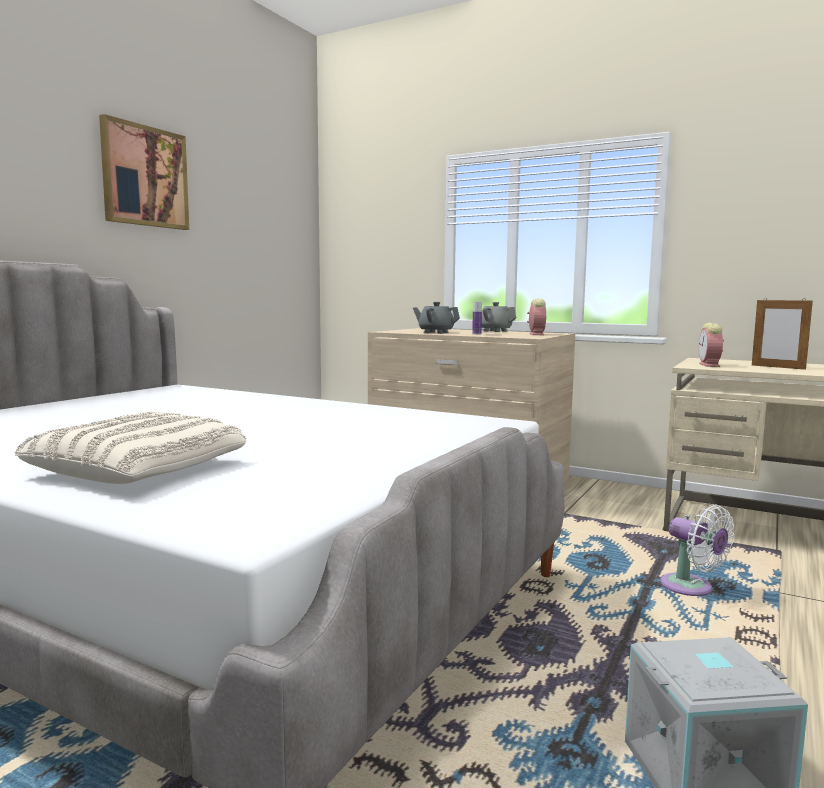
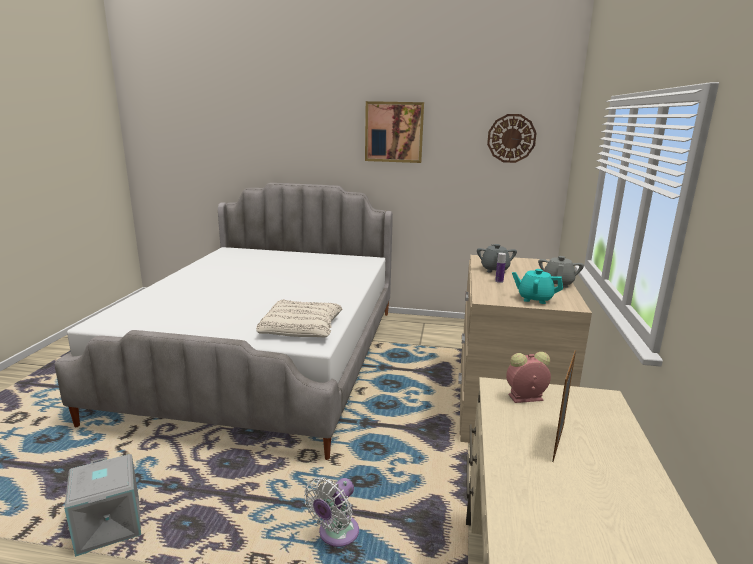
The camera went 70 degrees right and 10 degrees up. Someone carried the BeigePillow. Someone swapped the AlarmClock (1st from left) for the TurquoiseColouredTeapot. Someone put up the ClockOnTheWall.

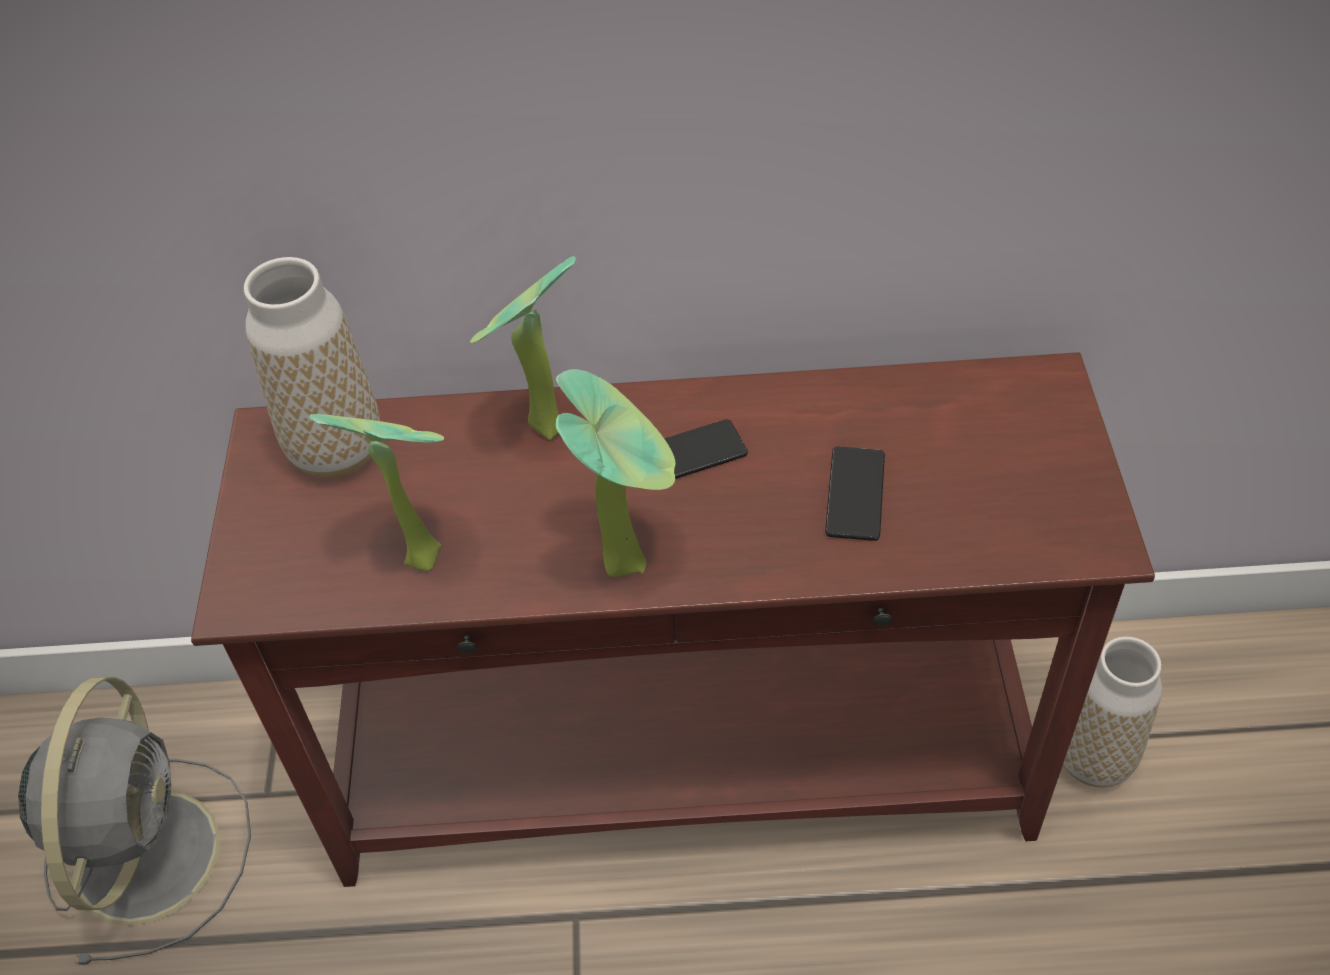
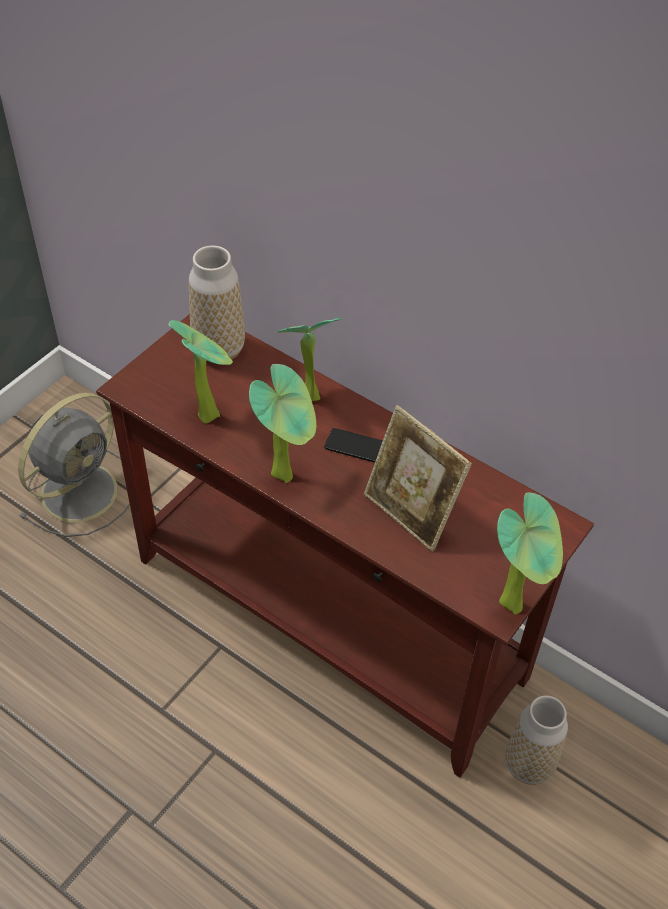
The camera went 35 degrees right and 0 degrees up. Someone swapped the Handset (2nd from left) for the PictureFrame. Someone put down the PottedPlant (4th from left).

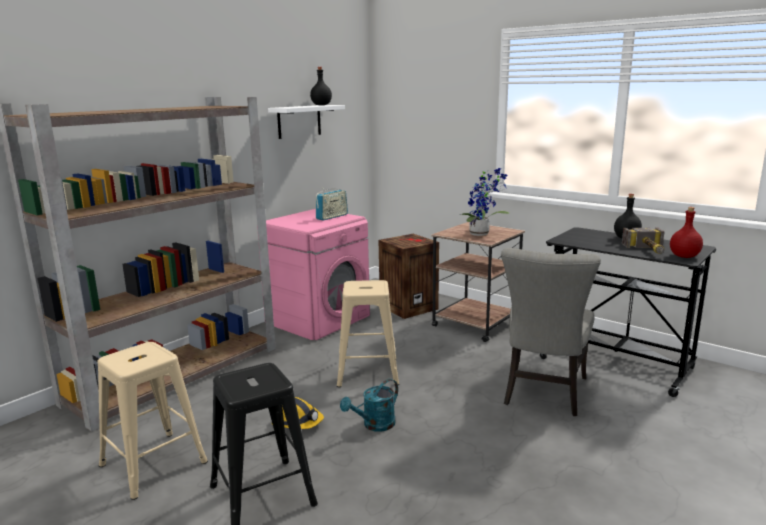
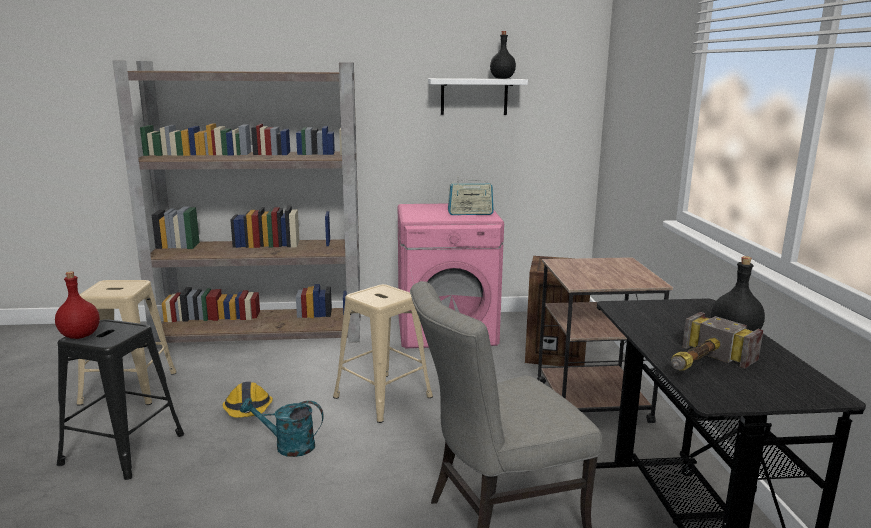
The camera went 45 degrees right and 0 degrees up. Someone took away the PottedPlant. Someone carried the ReddishDrinkBottle.

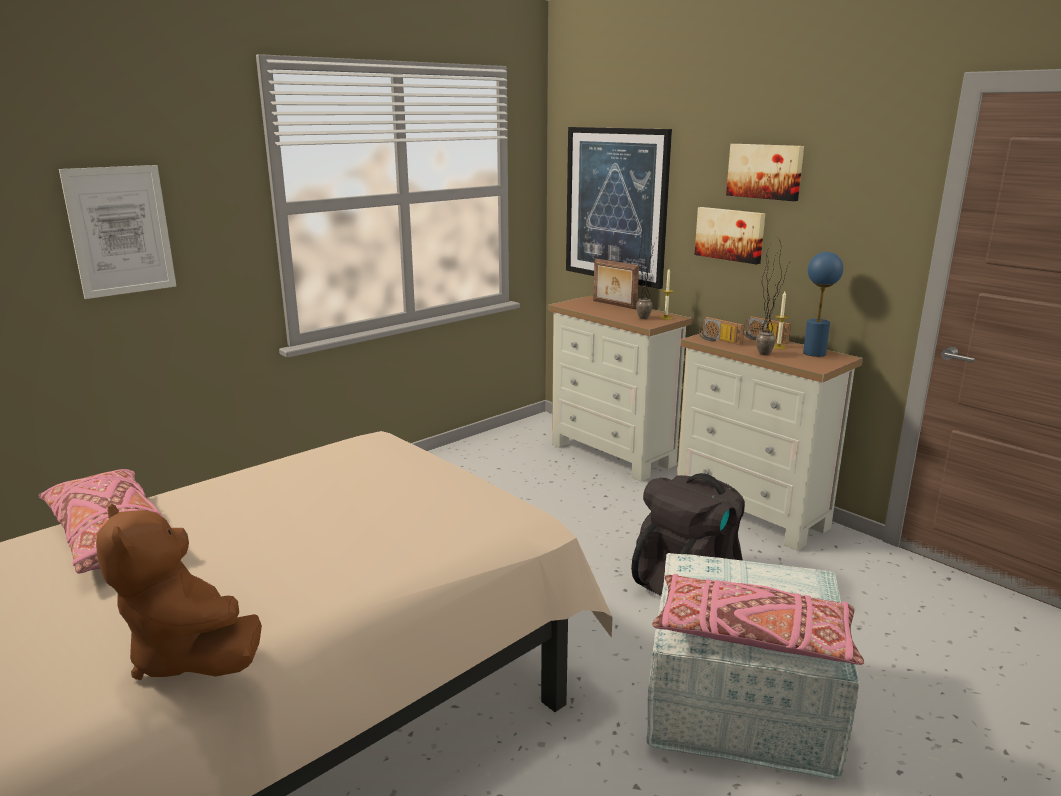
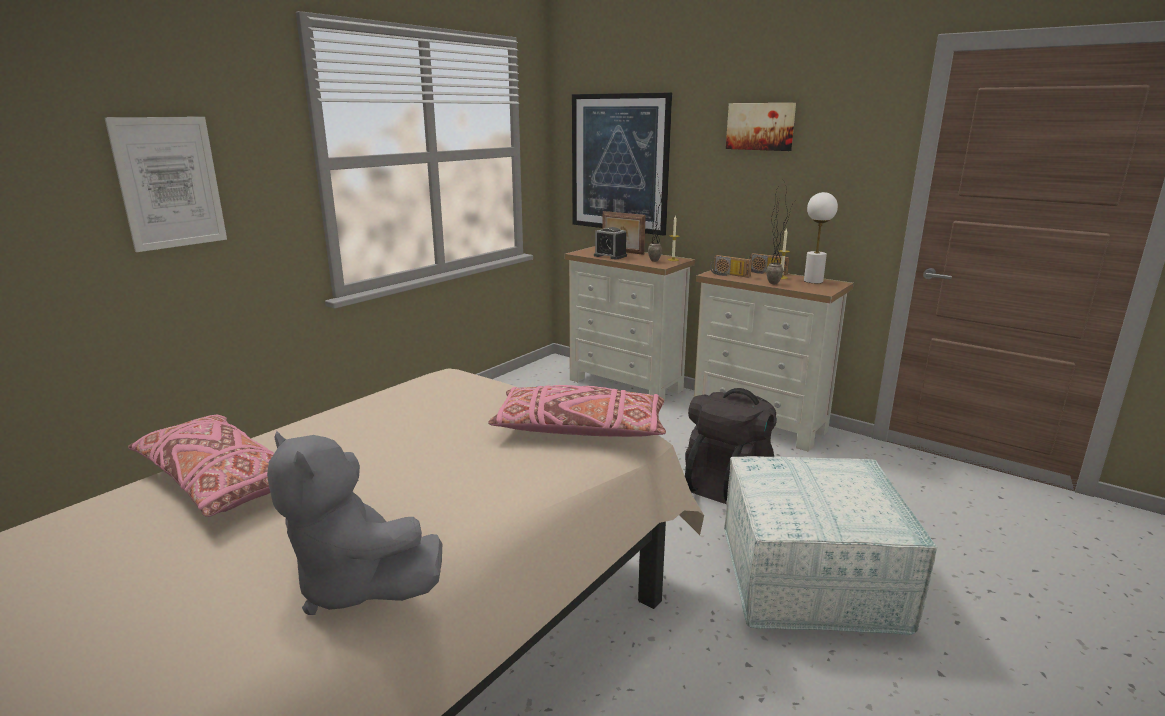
The camera went 10 degrees left and 0 degrees up. Someone repainted the BrownishSoftToy, which became the GreyishSoftToy. Someone carried the PinkPillow (2nd from left). Someone took away the WallPicture (3rd from left). Someone repainted the BluishTableLamp, which became the WhitishTableLamp. Someone put down the AlarmClock.

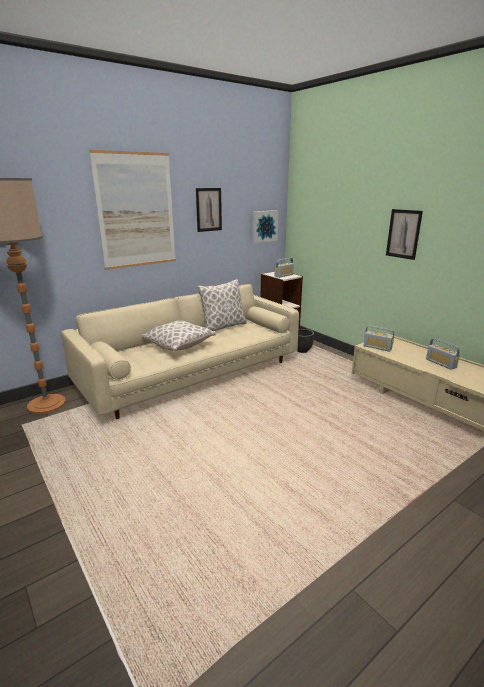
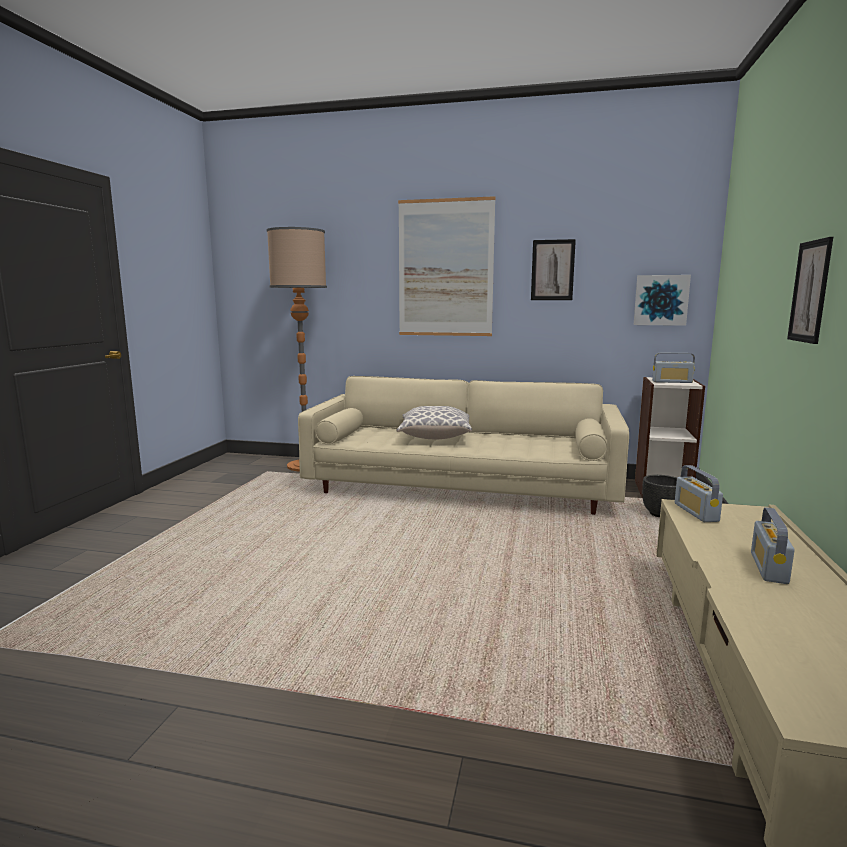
The camera went 50 degrees right and 10 degrees down. Someone took away the Pillow (2nd from left).

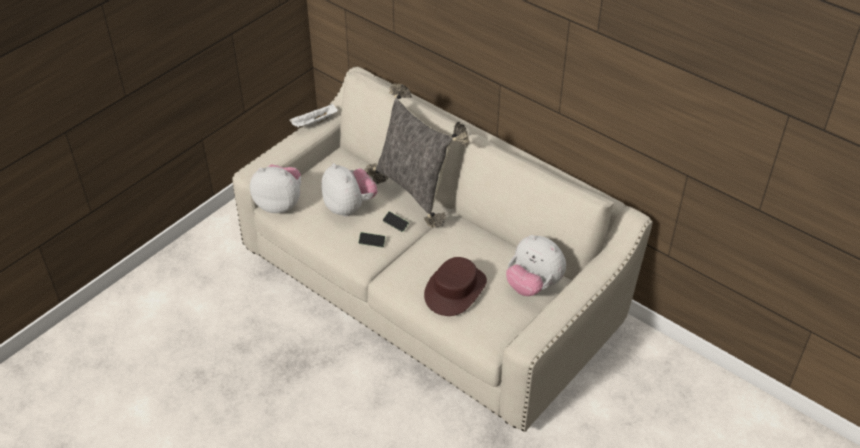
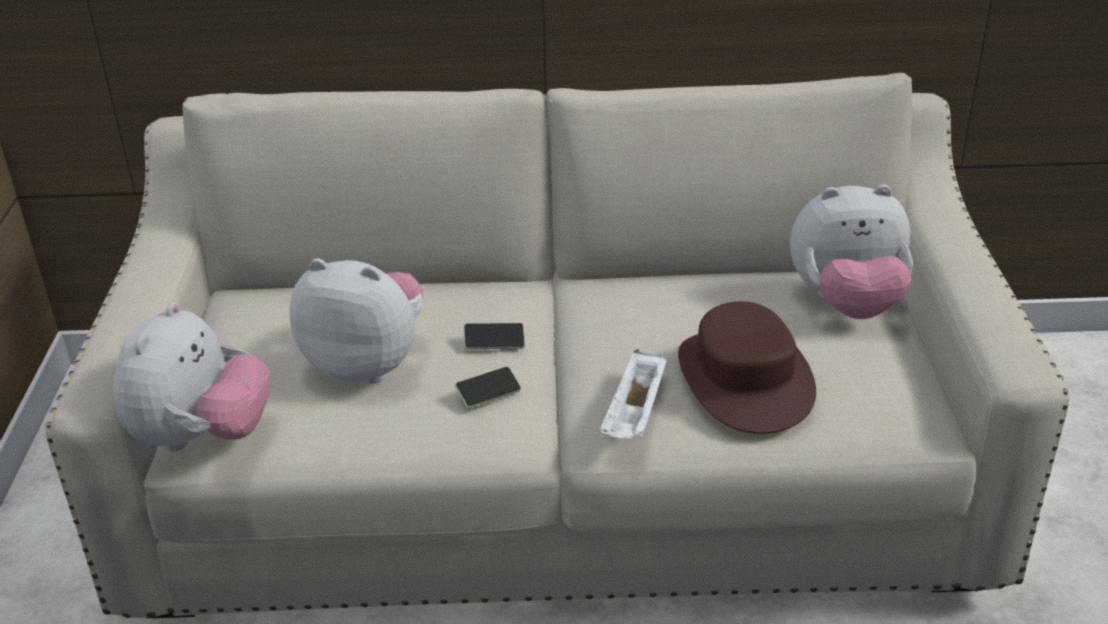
The camera went 40 degrees left and 10 degrees down. Someone rotated the SoftToy (1st from left) by 135 degrees clockwise. Someone carried the WhitishTray. Someone took away the Pillow.

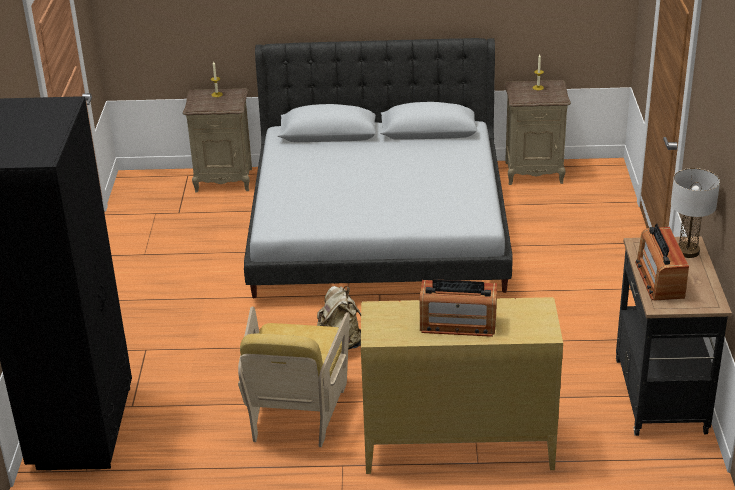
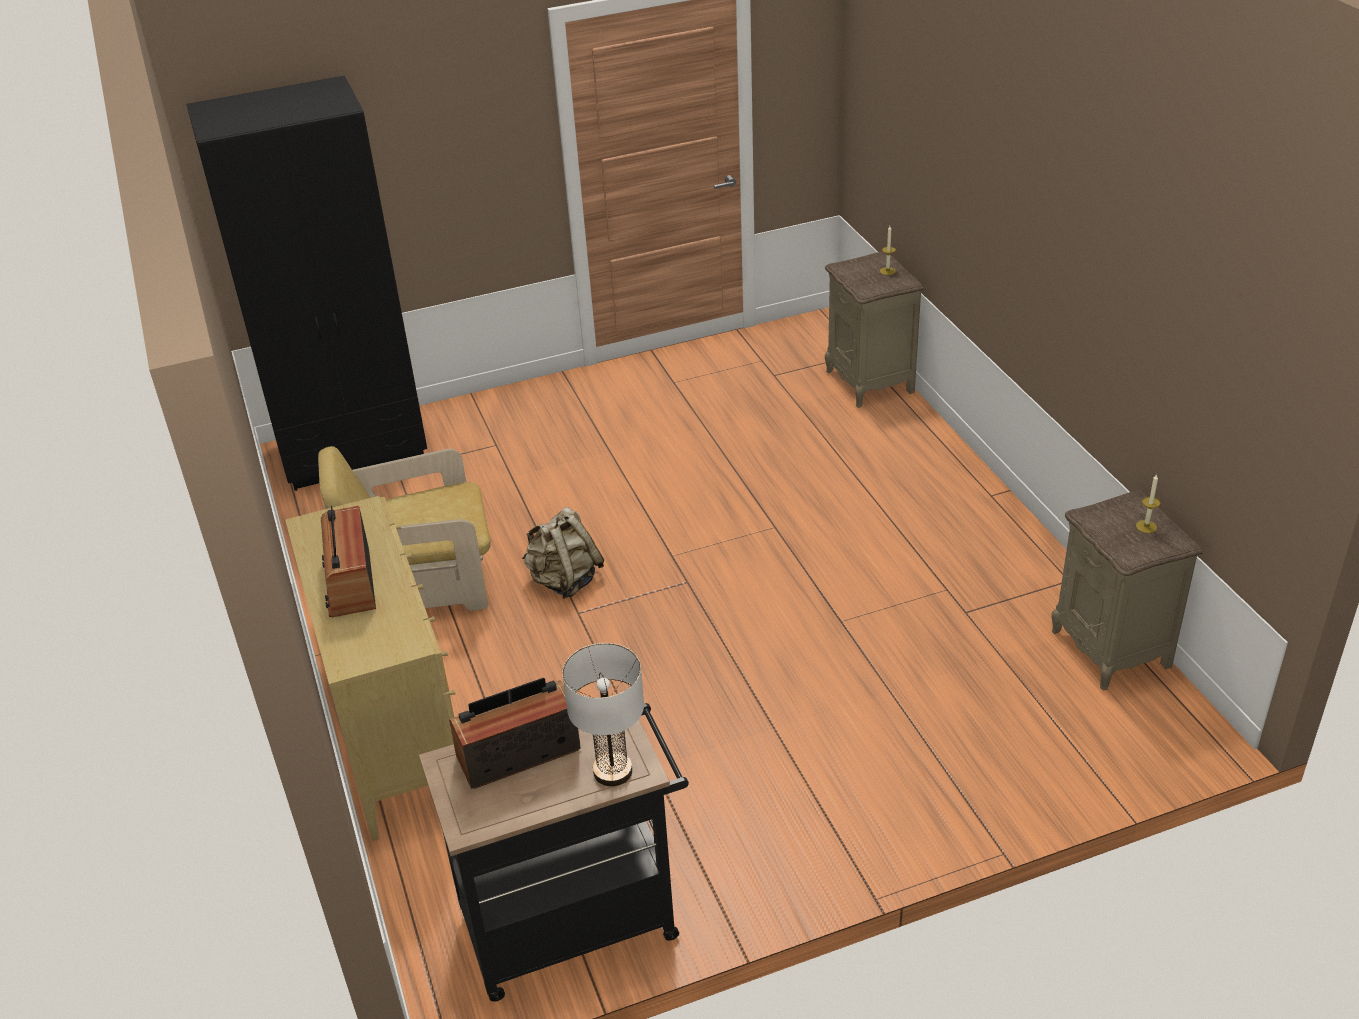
The camera went 70 degrees right and 5 degrees up. Someone took away the GreyishSleepingBed.

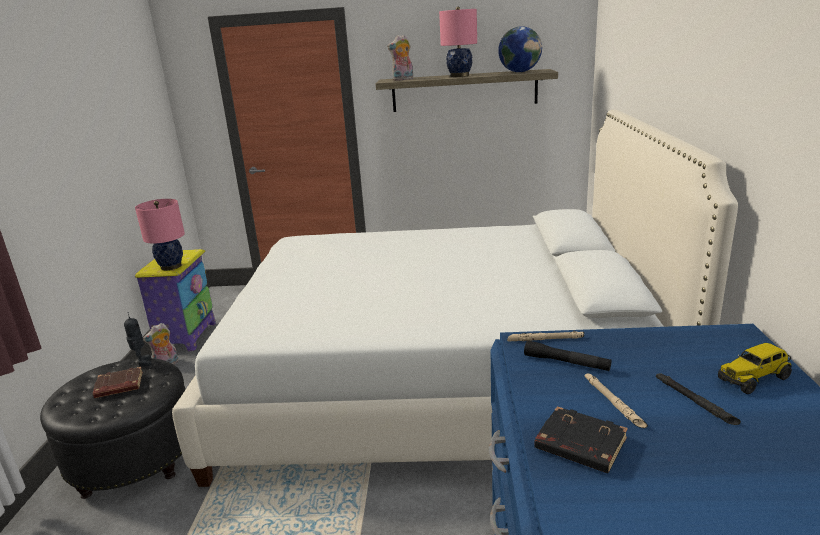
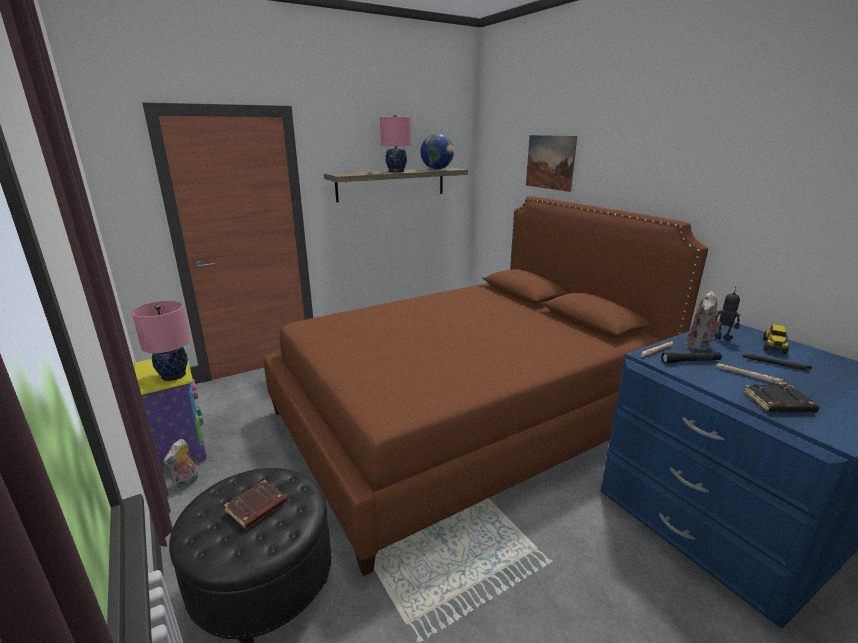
The camera went 35 degrees left and 0 degrees up. Someone carried the RobotFigure. Someone repainted the WhitishSleepingBed, which became the BrownishSleepingBed. Someone carried the SoftToy (2nd from left). Someone put up the WallPicture.

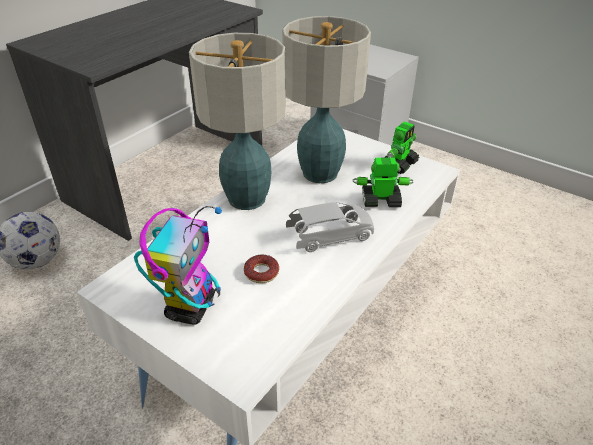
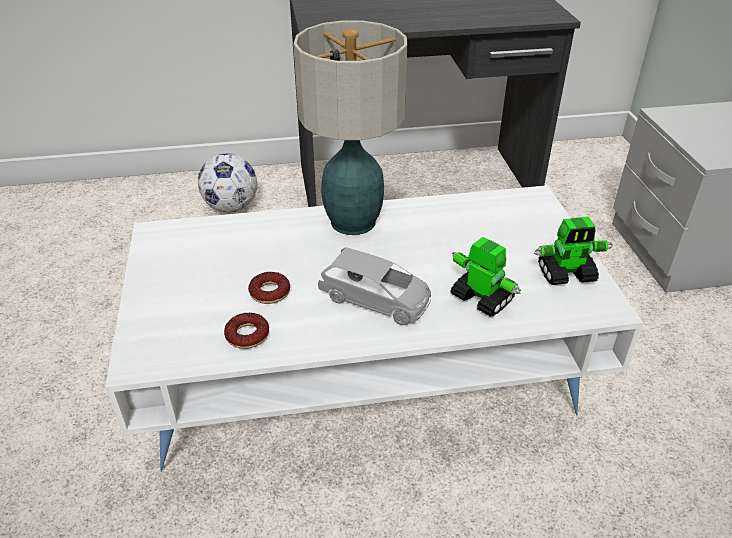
The camera went 45 degrees right and 0 degrees up. Someone took away the RobotFigure (1st from left). Someone took away the TableLamp (2nd from left). Someone put down the Doughnut (1st from left).

